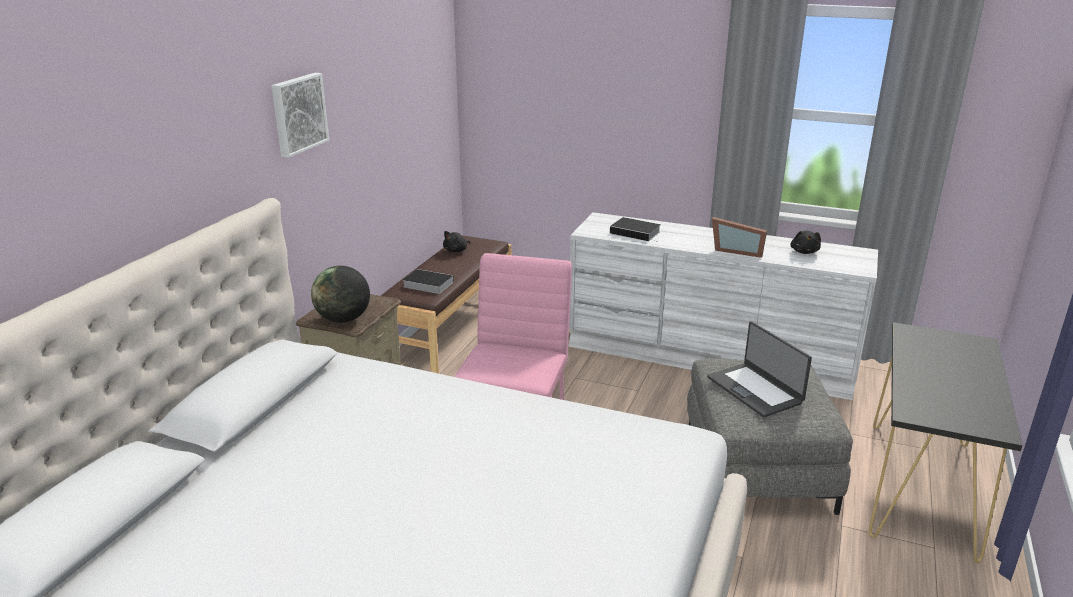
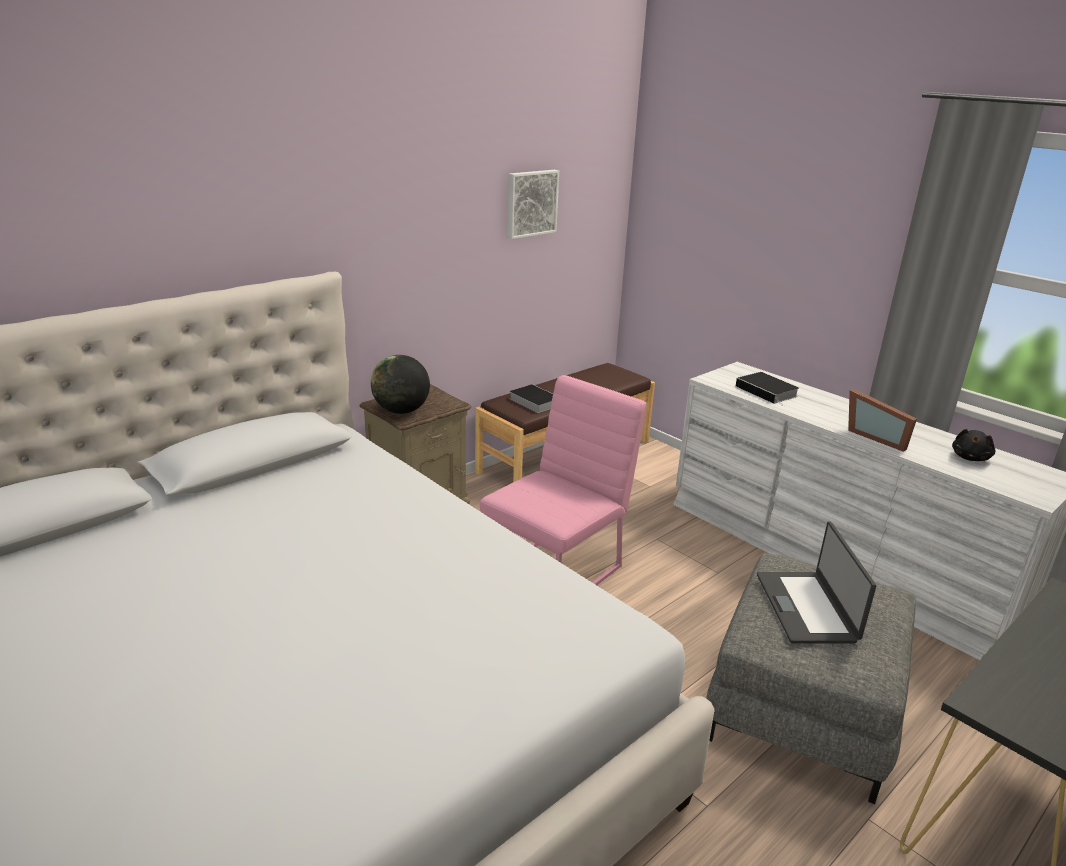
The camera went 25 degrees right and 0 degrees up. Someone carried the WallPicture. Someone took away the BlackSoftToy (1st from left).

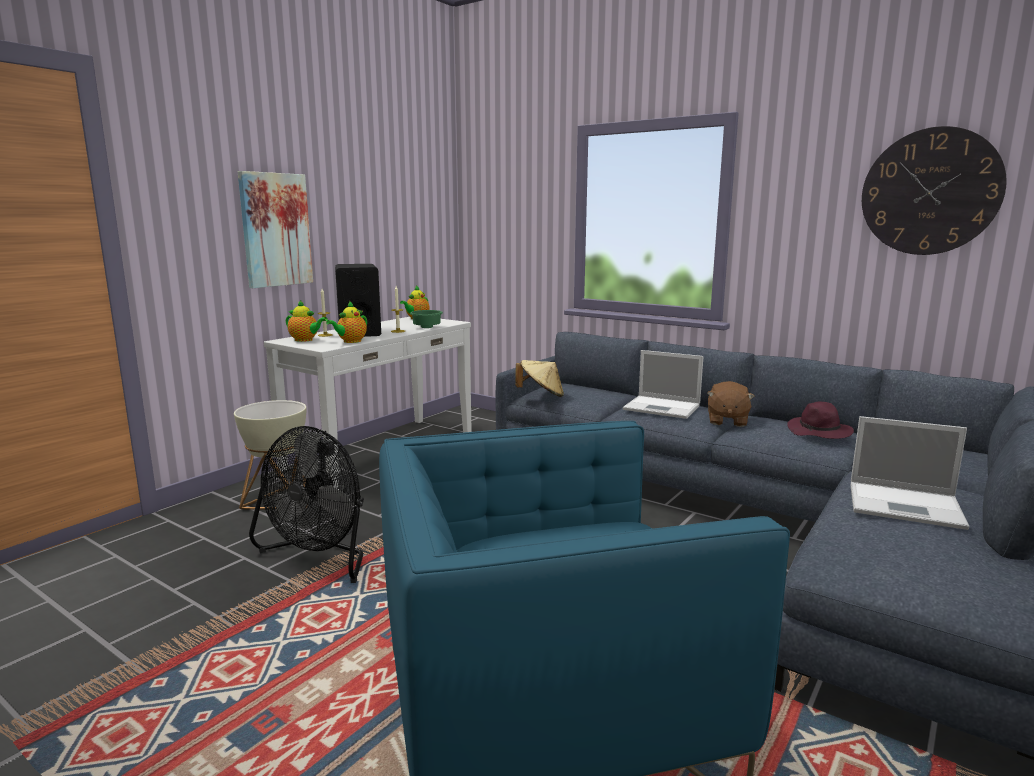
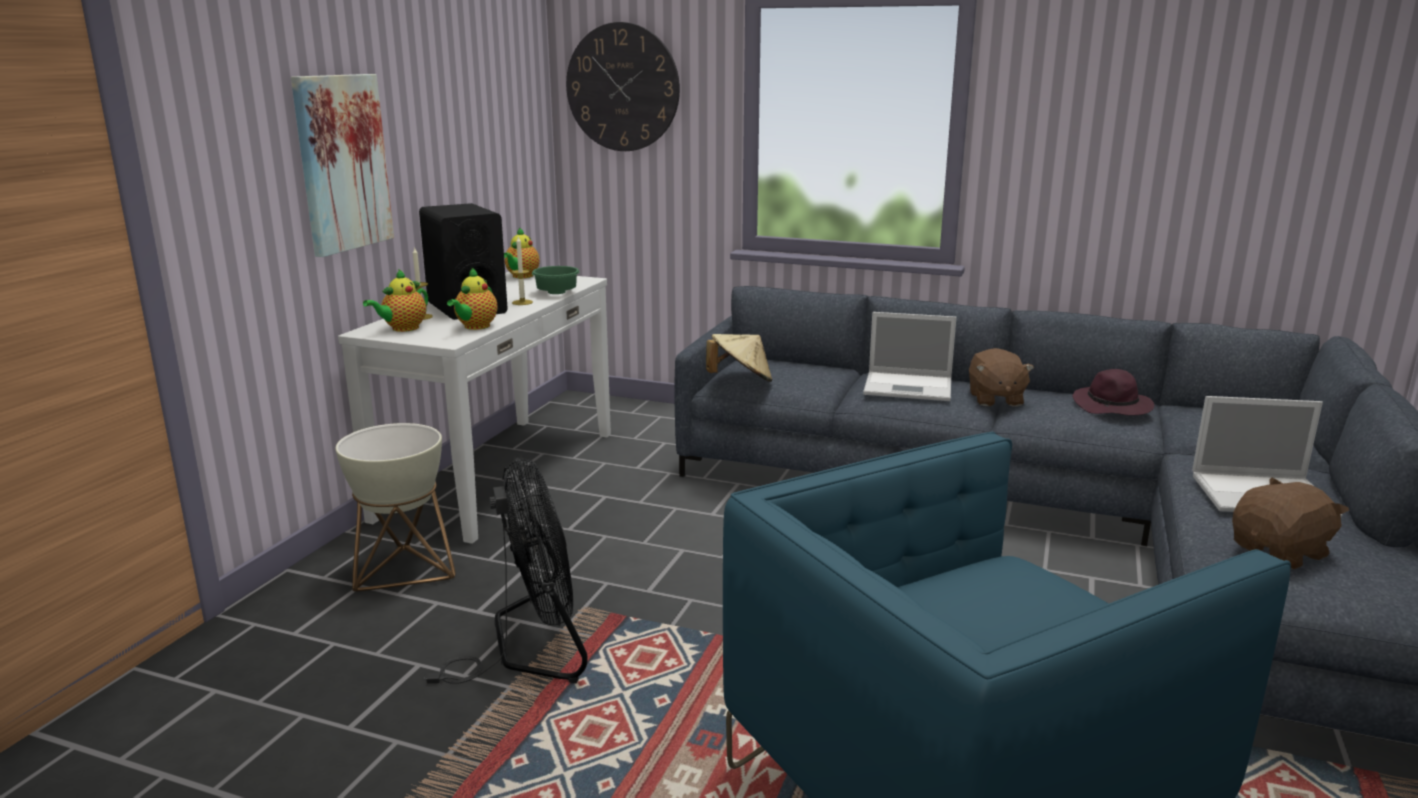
The camera went 15 degrees left and 5 degrees up. Someone rotated the BlackFan by 120 degrees counterclockwise. Someone rotated the Teapot (1st from left) by 120 degrees clockwise. Someone carried the ClockOnTheWall. Someone put down the BrownishSoftToy (2nd from left).

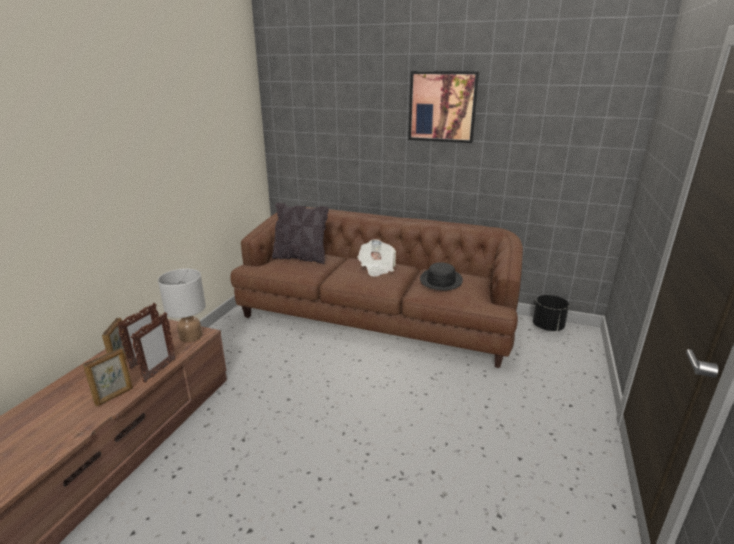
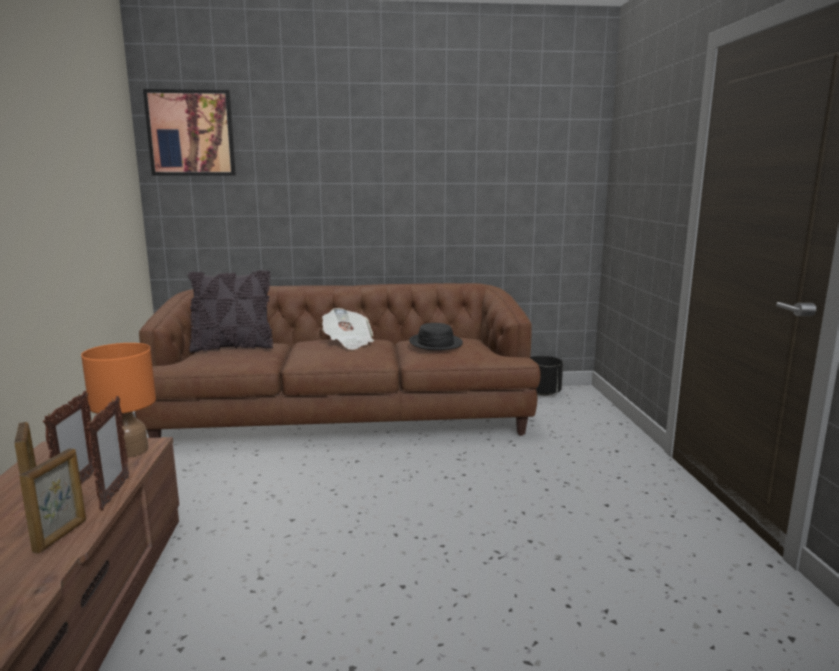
The camera went 25 degrees left and 10 degrees down. Someone repainted the GreyishTableLamp, which became the OrangeyTableLamp. Someone carried the WallPicture.

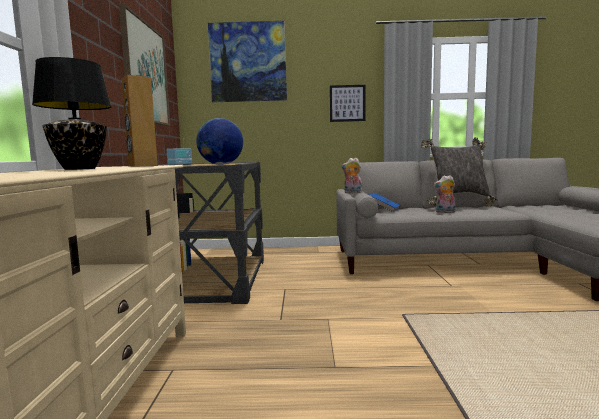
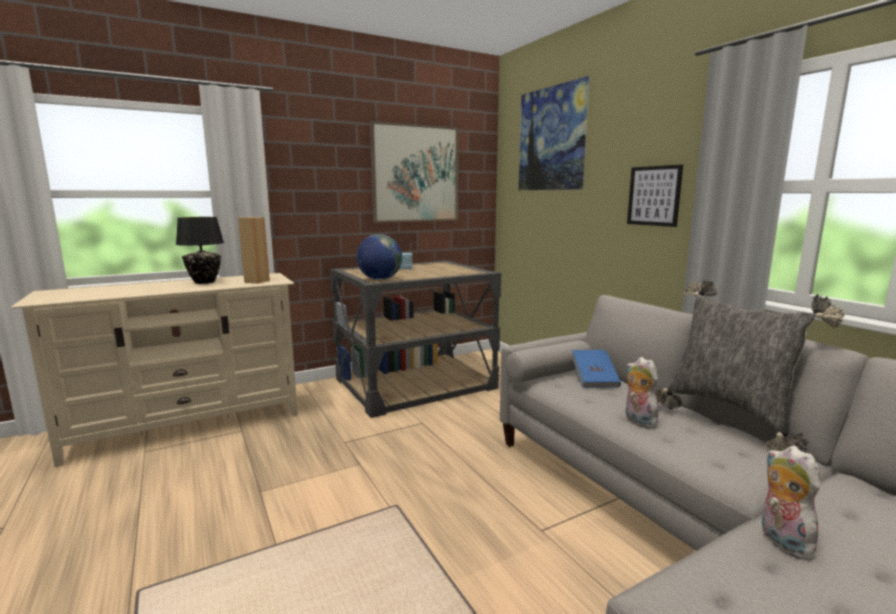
The camera went 60 degrees right and 5 degrees up. Someone carried the SoftToy (1st from left in the first image).

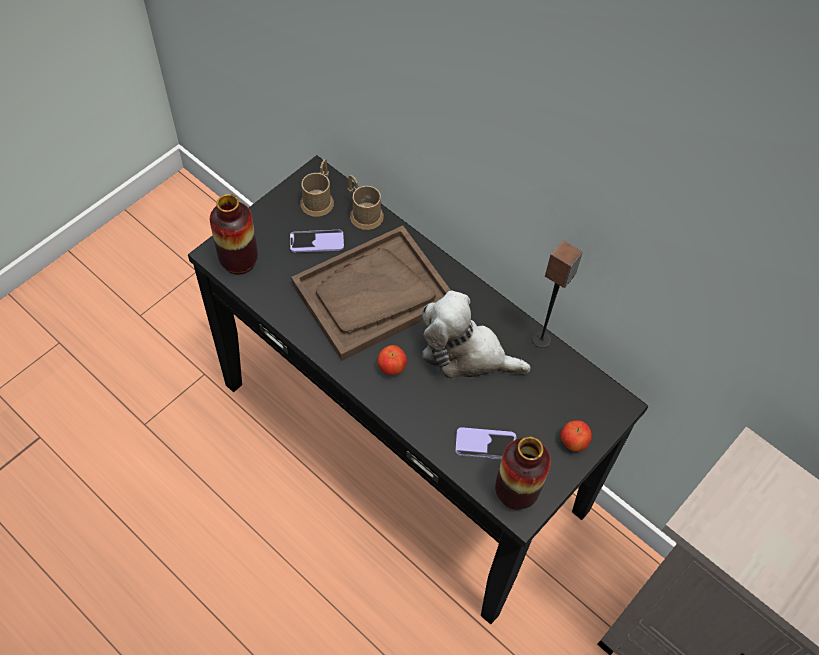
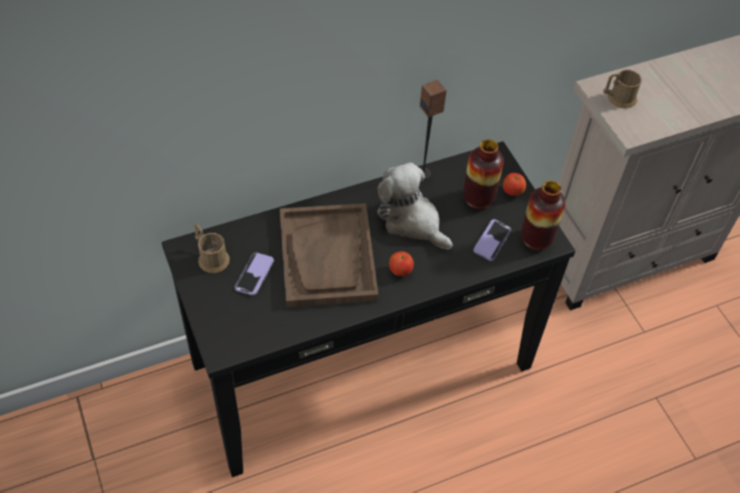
The camera went 65 degrees left and 5 degrees down. Someone carried the Vase (1st from left). Someone carried the BrownishCoffeeMug (2nd from left). Someone rotated the SoftToy by 90 degrees clockwise.

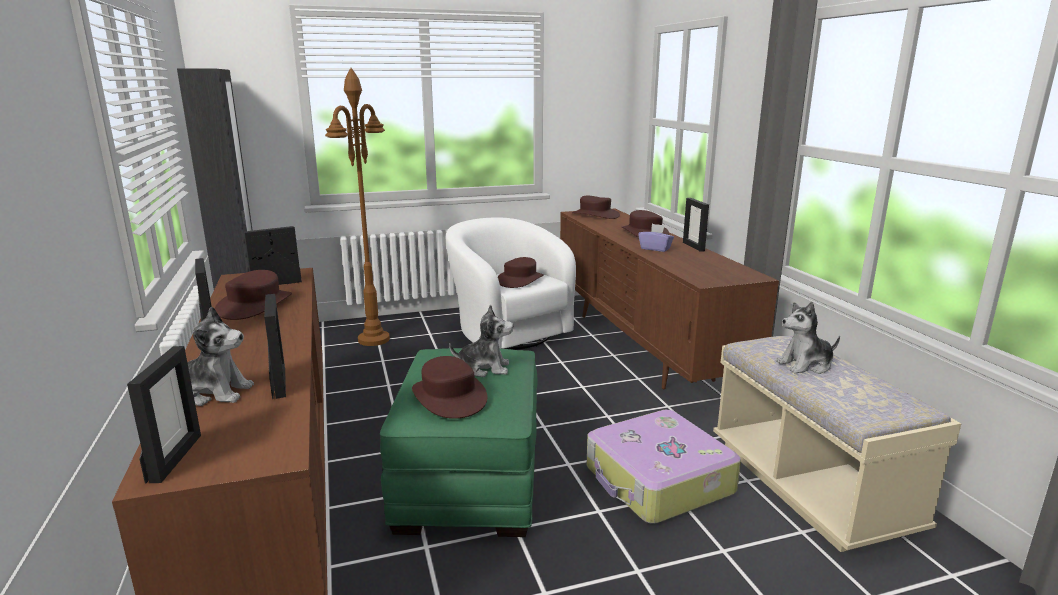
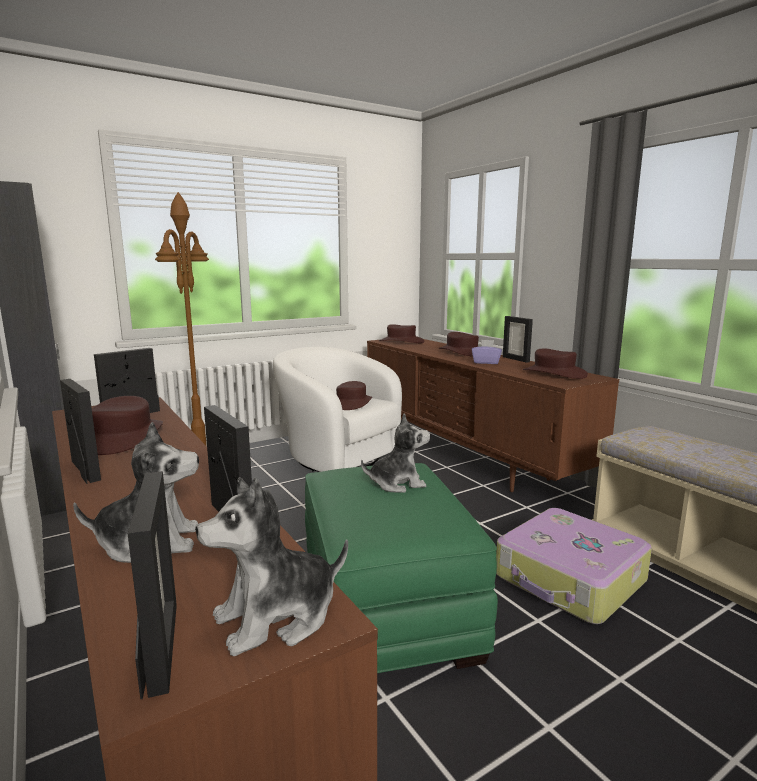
The camera went 15 degrees left and 5 degrees down. Someone carried the BrownishWearableHat (2nd from left in the first image). Someone carried the SoftToy (3rd from left in the first image).

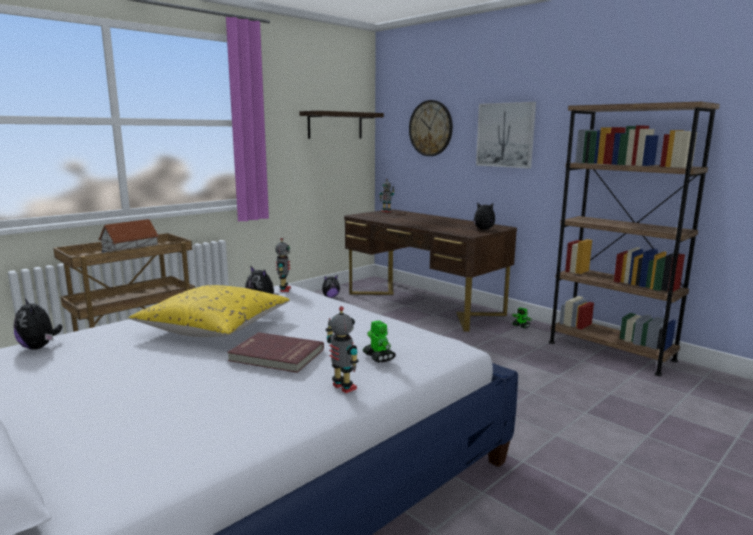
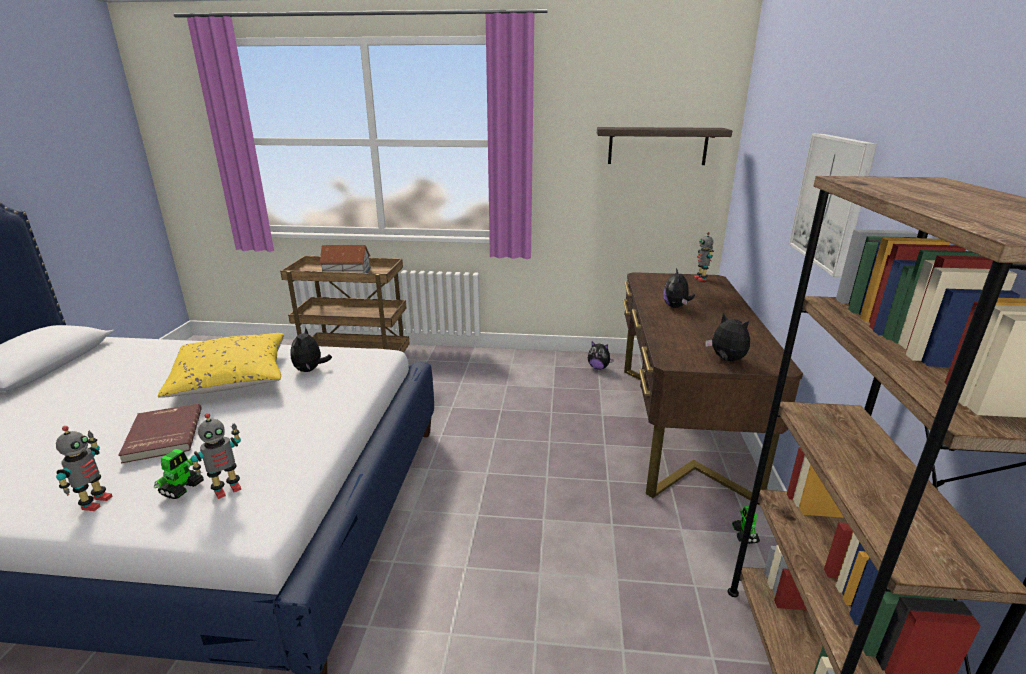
The camera went 50 degrees right and 10 degrees up. Someone carried the SoftToy (1st from left in the first image). Someone carried the RobotFigure (1st from left in the first image). Someone took away the ClockOnTheWall.

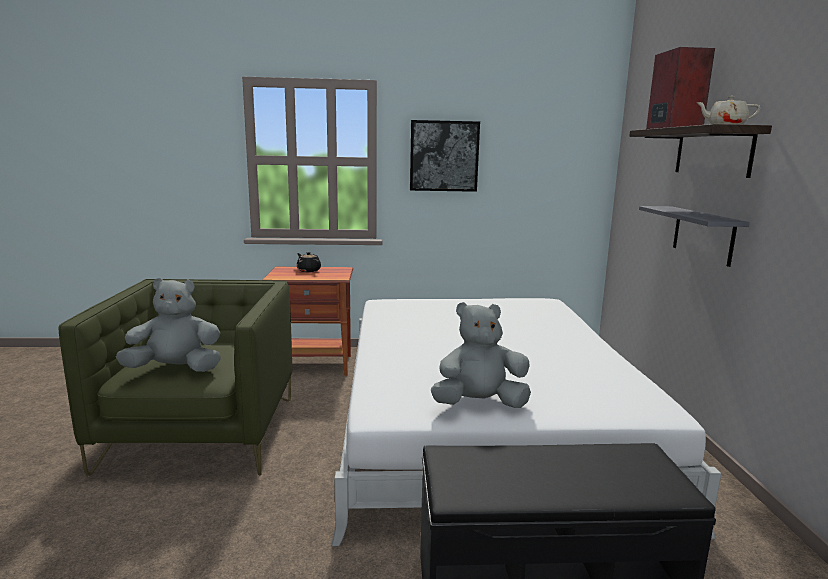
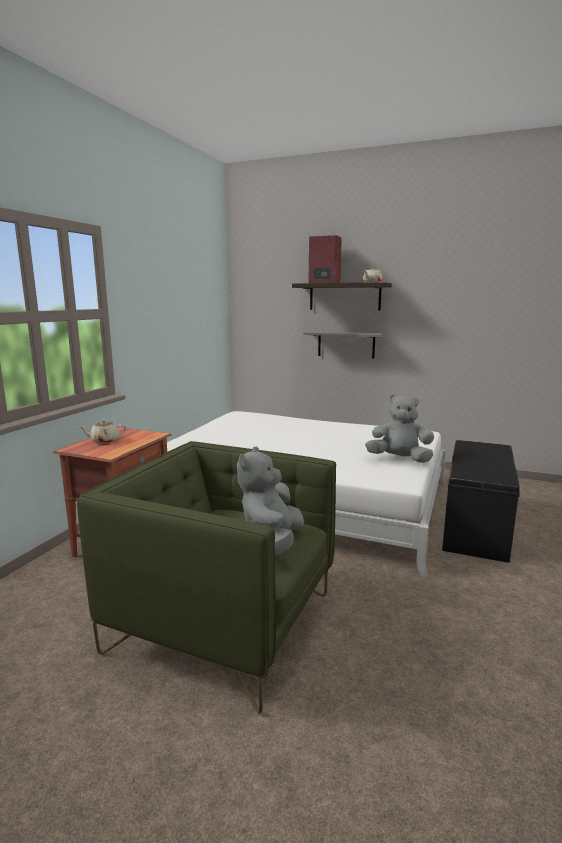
The camera went 65 degrees left and 0 degrees up. Someone repainted the BlackTeapot, which became the BeigeTeapot (1st from left). Someone took away the WallPicture. Someone rotated the GreyishSoftToy (2nd from left) by 90 degrees clockwise.

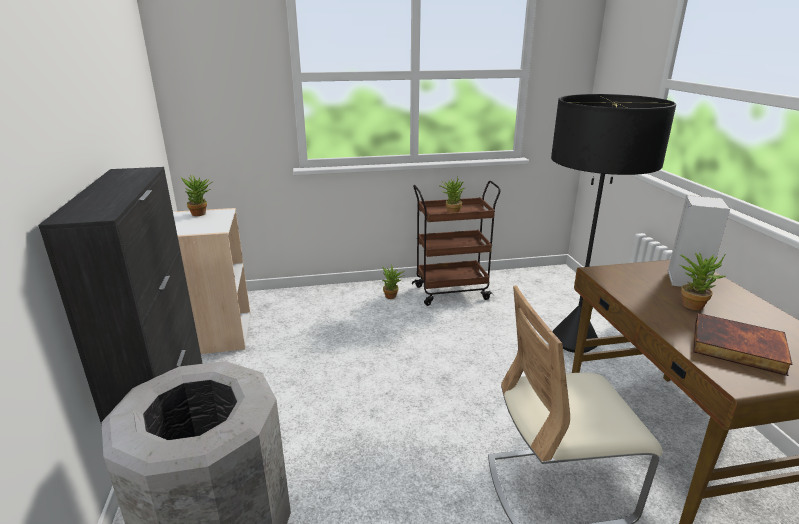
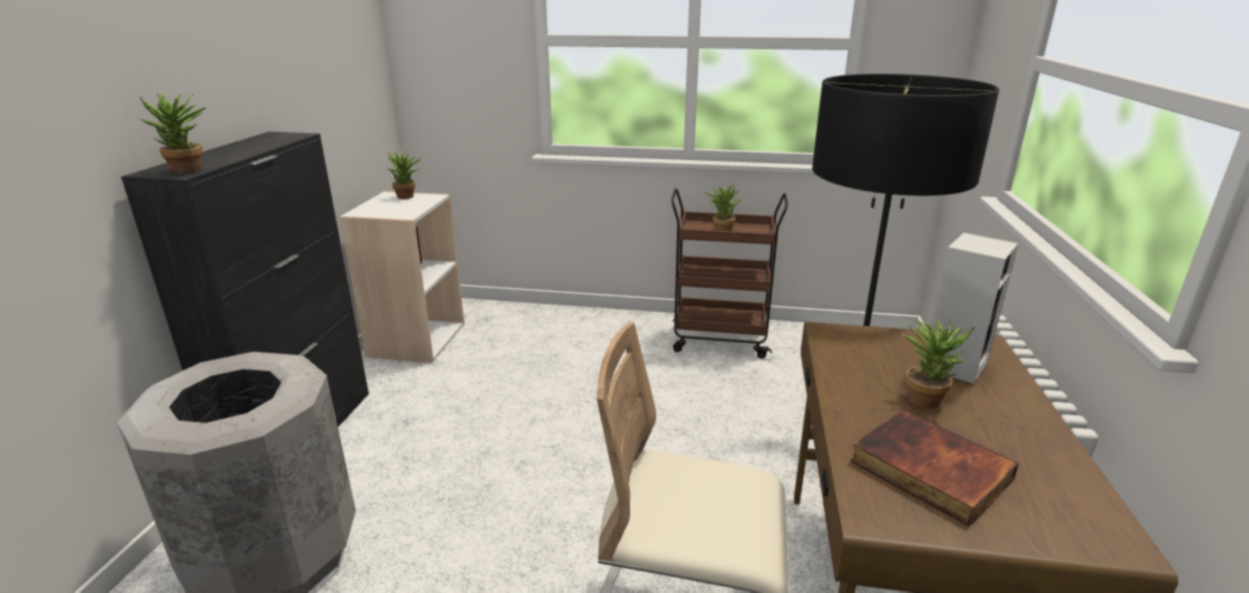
The camera went 20 degrees right and 0 degrees up. Someone carried the PottedPlant (2nd from left in the first image).

